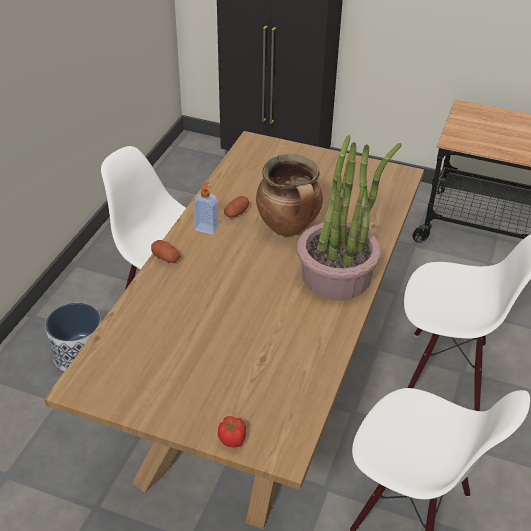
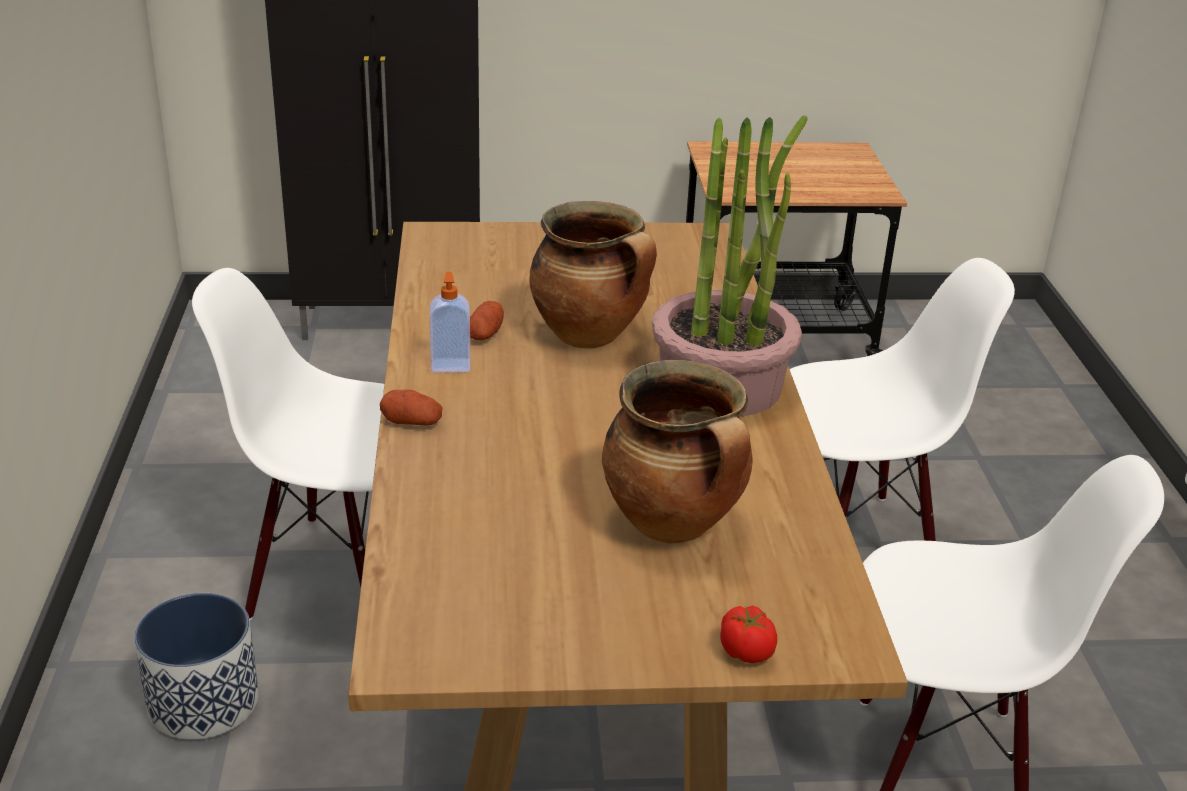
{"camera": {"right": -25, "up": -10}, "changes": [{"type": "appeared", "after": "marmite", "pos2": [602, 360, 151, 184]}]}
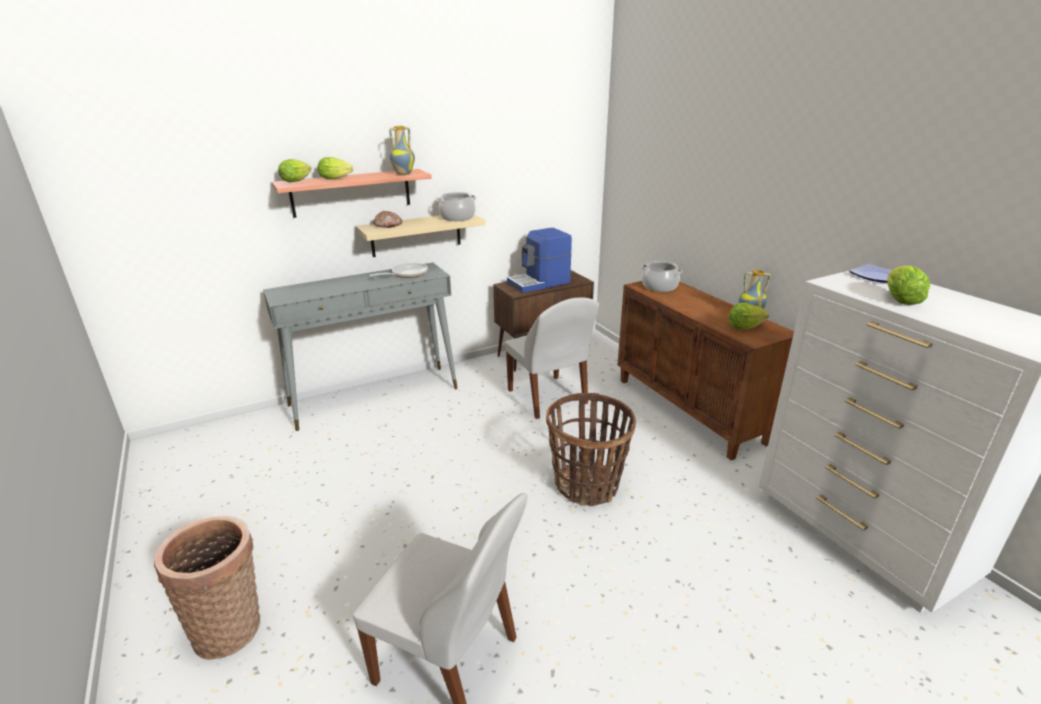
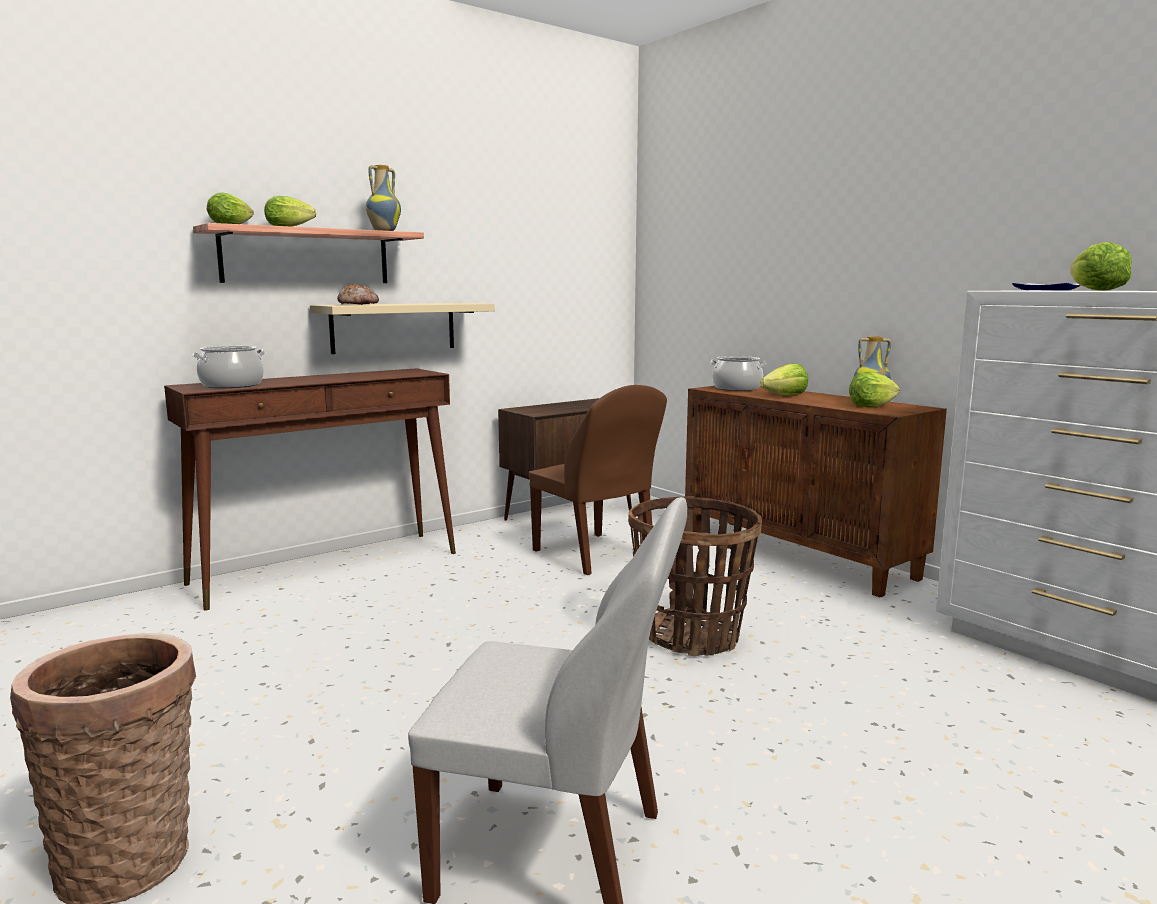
{"camera": {"right": -10, "up": -15}, "changes": [{"type": "relocated", "before": "marmite", "pos1": [437, 192, 39, 29], "pos2": [192, 346, 73, 42]}, {"type": "missing", "before": "machine à café", "pos1": [507, 228, 65, 65]}, {"type": "colour", "before": "table console [gris]", "after": "table console [marron]", "pos1": [263, 262, 195, 169], "pos2": [164, 368, 292, 243]}, {"type": "missing", "before": "poêle", "pos1": [369, 263, 59, 15]}, {"type": "colour", "before": "chaise [blanc]", "after": "chaise [marron]", "pos1": [505, 298, 94, 121], "pos2": [529, 385, 138, 190]}, {"type": "appeared", "after": "laitue", "pos2": [761, 364, 47, 32]}]}
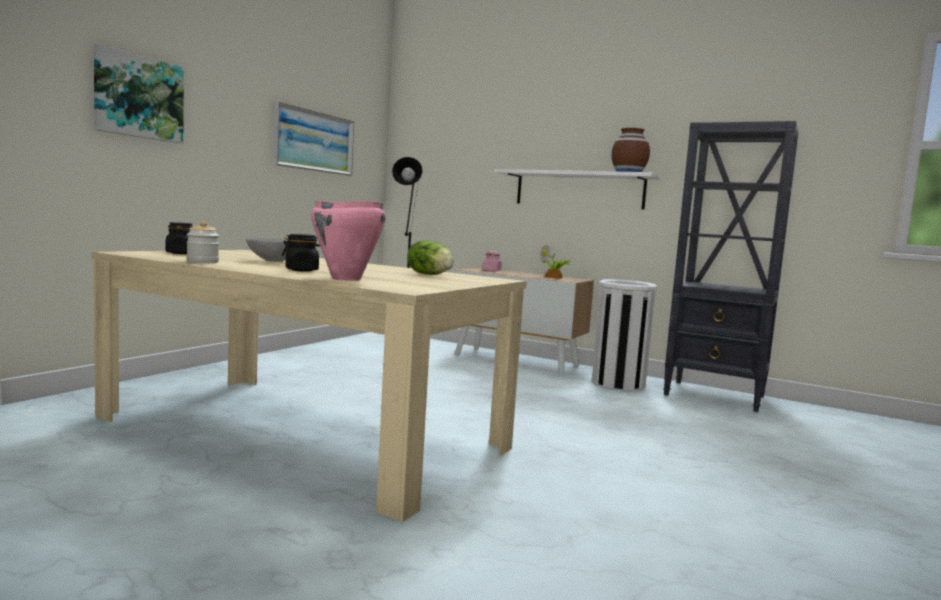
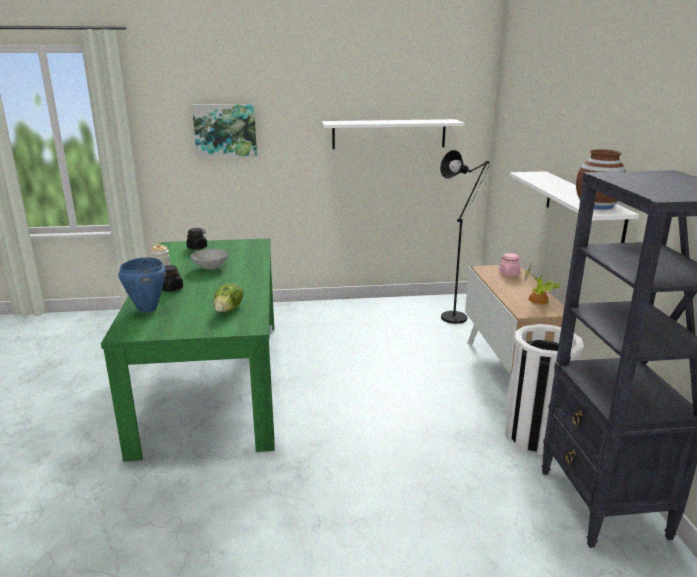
{"camera": {"right": 55, "up": 15}, "changes": [{"type": "exchanged", "before": "tableau", "after": "étagère [blanc]", "pos1": [273, 102, 81, 74], "pos2": [322, 119, 143, 30]}, {"type": "colour", "before": "marmite [rose]", "after": "marmite [bleu]", "pos1": [311, 201, 75, 80], "pos2": [118, 257, 48, 56]}, {"type": "colour", "before": "table à manger [beige]", "after": "table à manger [vert]", "pos1": [91, 250, 436, 272], "pos2": [101, 238, 173, 224]}]}
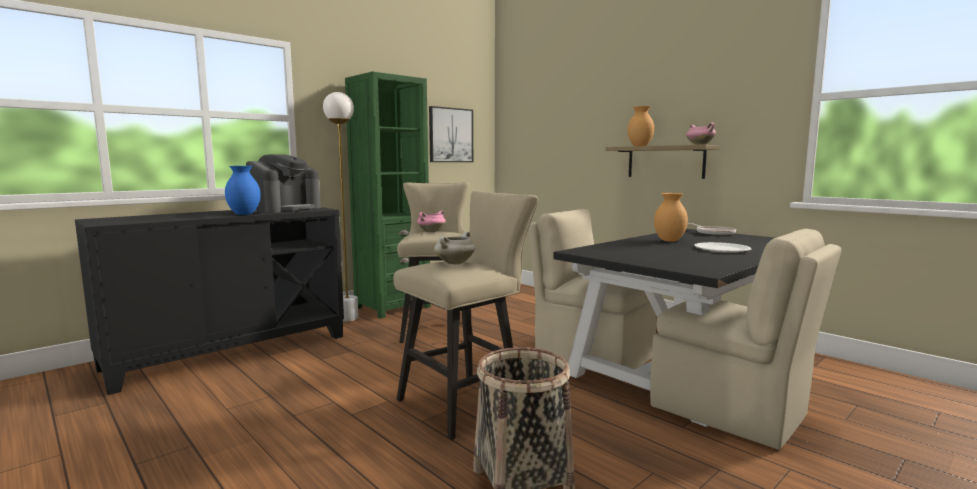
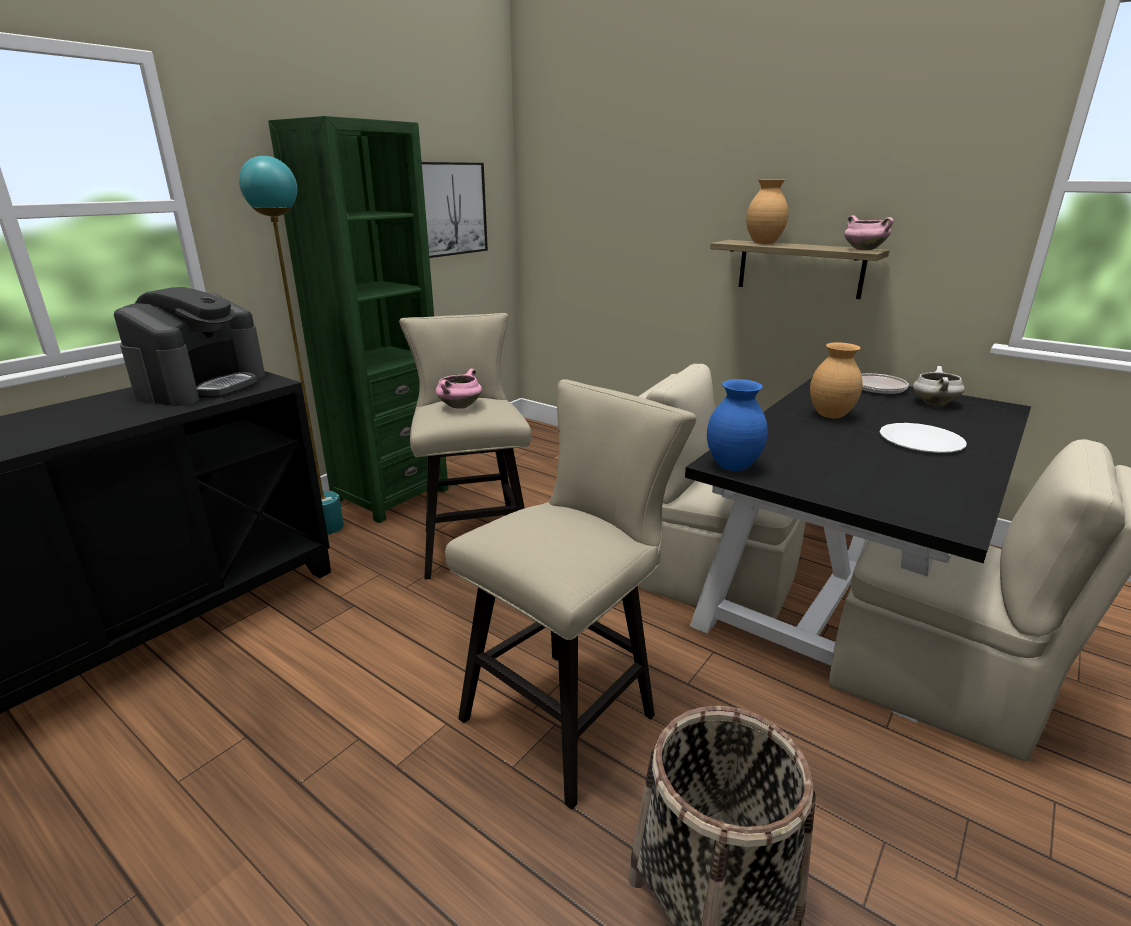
{"camera": {"right": -10, "up": 15}, "changes": [{"type": "colour", "before": "lampadaire [blanc]", "after": "lampadaire [turquoise]", "pos1": [323, 92, 35, 230], "pos2": [239, 156, 105, 379]}, {"type": "relocated", "before": "vase [bleu]", "pos1": [225, 166, 36, 49], "pos2": [707, 379, 61, 92]}, {"type": "relocated", "before": "marmite [blanc]", "pos1": [434, 232, 41, 32], "pos2": [913, 366, 52, 39]}]}
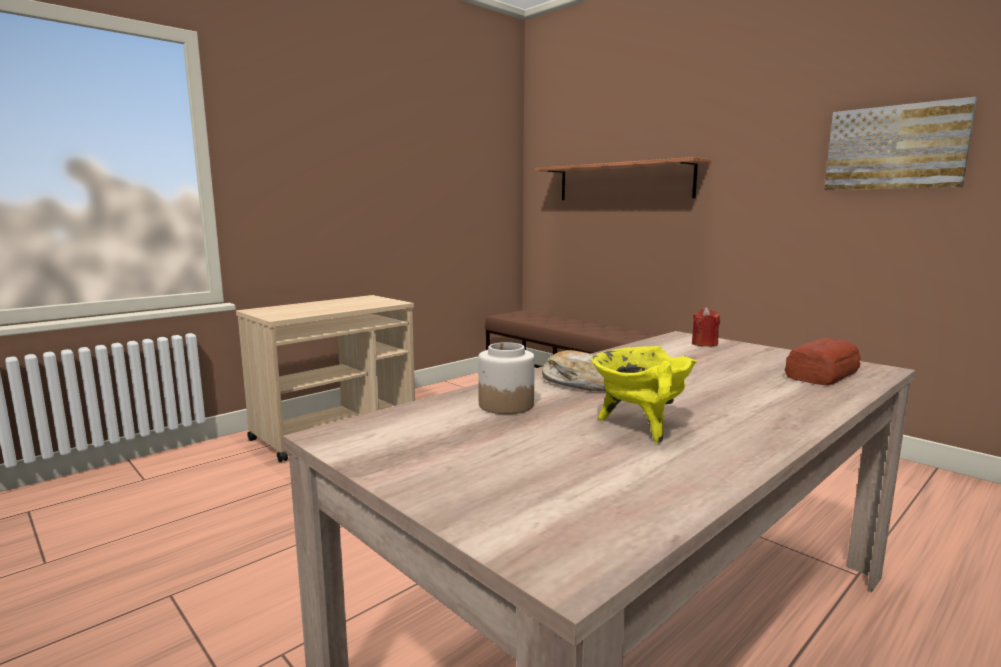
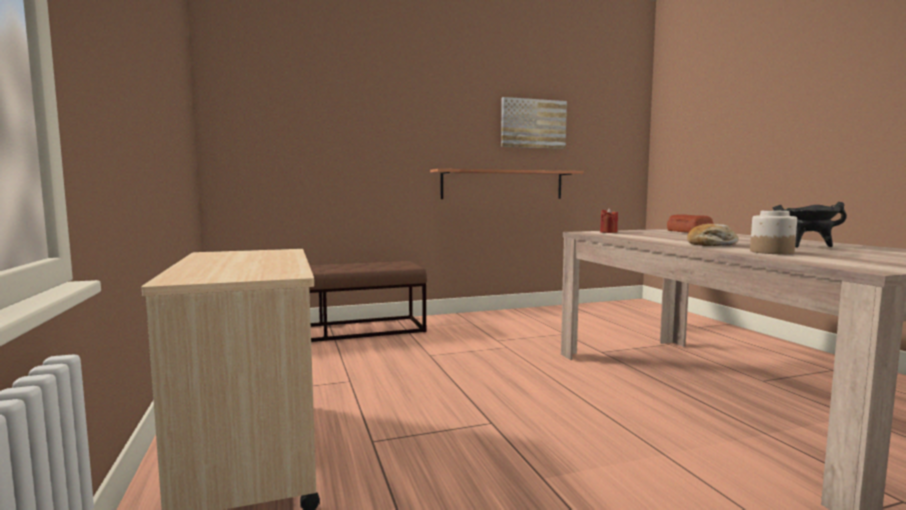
{"camera": {"right": -65, "up": -5}, "changes": [{"type": "relocated", "before": "étagère", "pos1": [535, 157, 176, 43], "pos2": [430, 169, 154, 30]}, {"type": "colour", "before": "marmite [jaune]", "after": "marmite [noir]", "pos1": [591, 346, 106, 98], "pos2": [773, 202, 74, 46]}]}
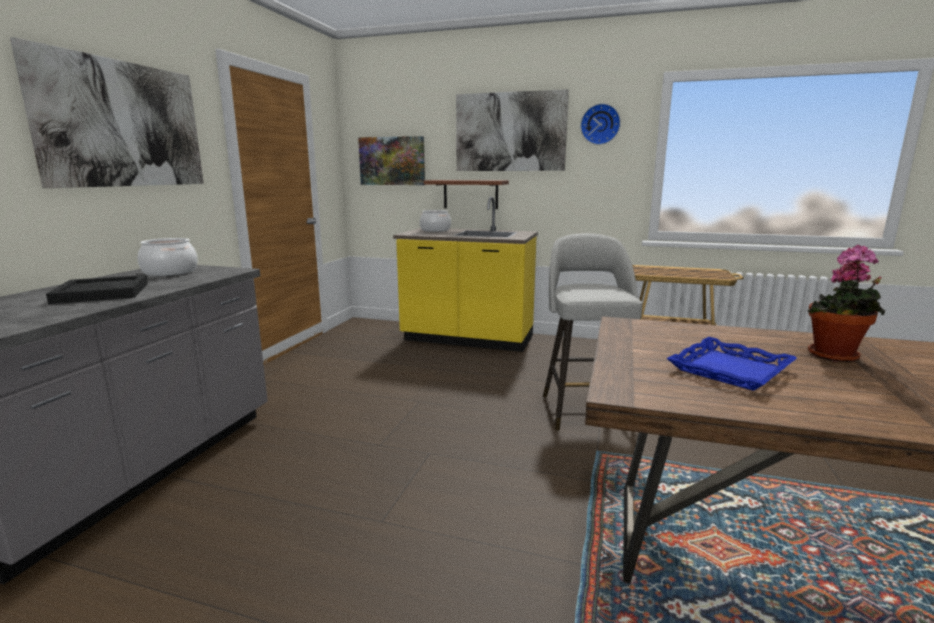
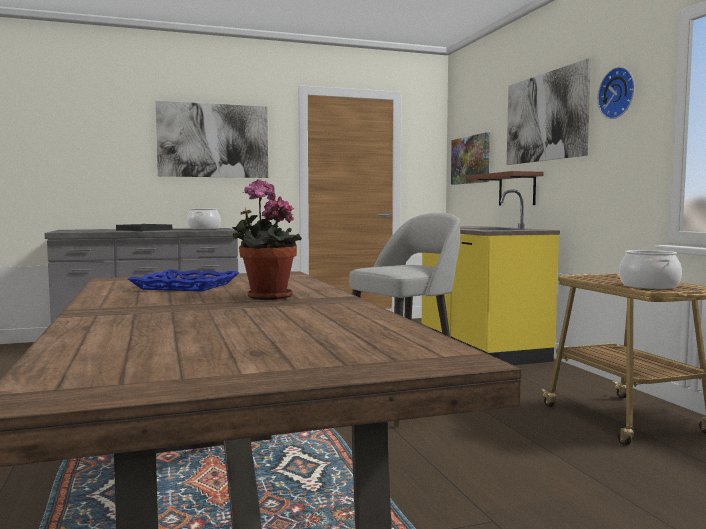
{"camera": {"right": 55, "up": -10}, "changes": [{"type": "relocated", "before": "marmite", "pos1": [420, 210, 31, 22], "pos2": [619, 250, 63, 39]}]}
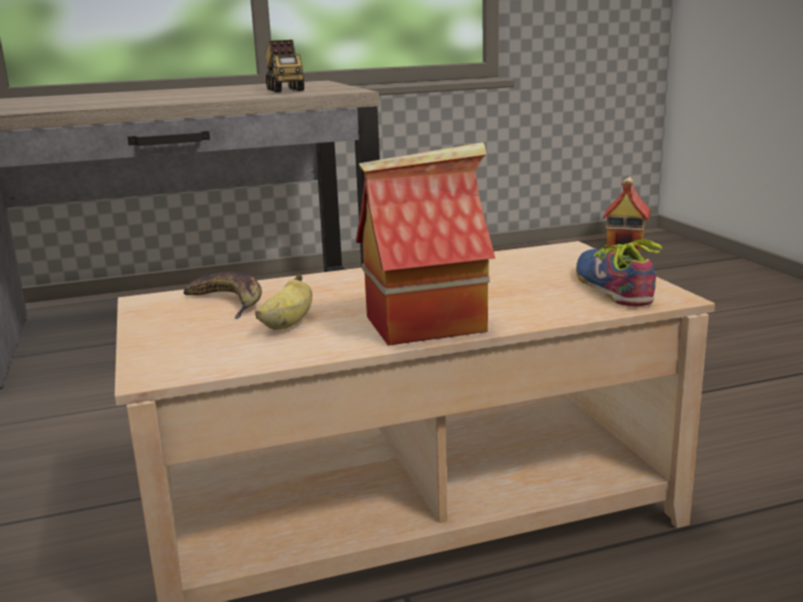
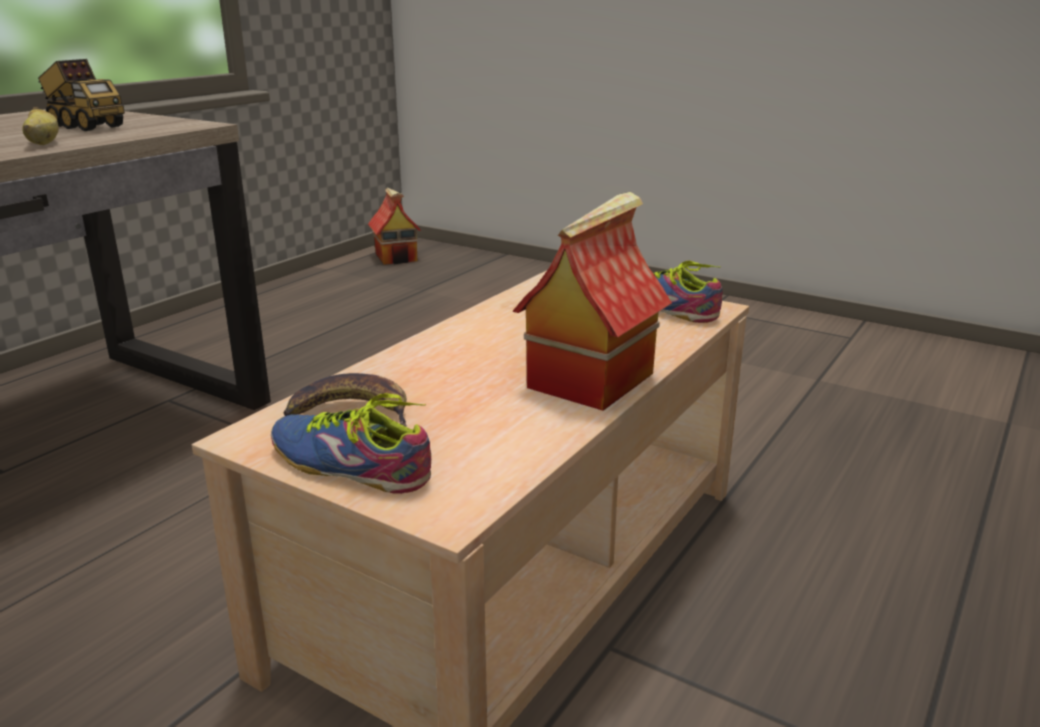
{"camera": {"right": -40, "up": 5}, "changes": [{"type": "relocated", "before": "banane", "pos1": [255, 274, 57, 56], "pos2": [23, 107, 36, 38]}, {"type": "appeared", "after": "chaussure", "pos2": [271, 393, 160, 101]}]}
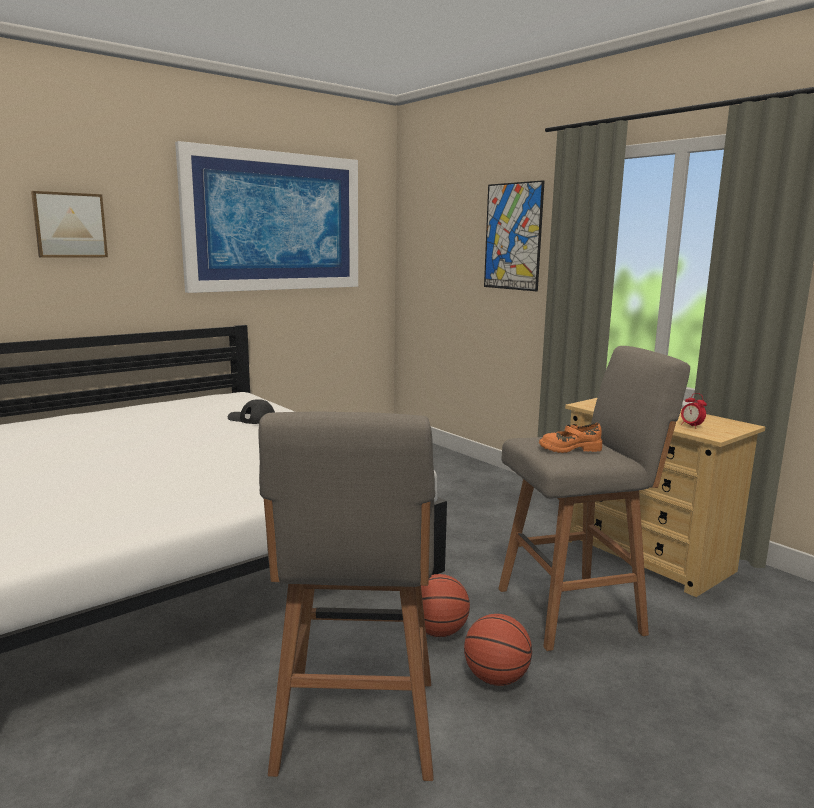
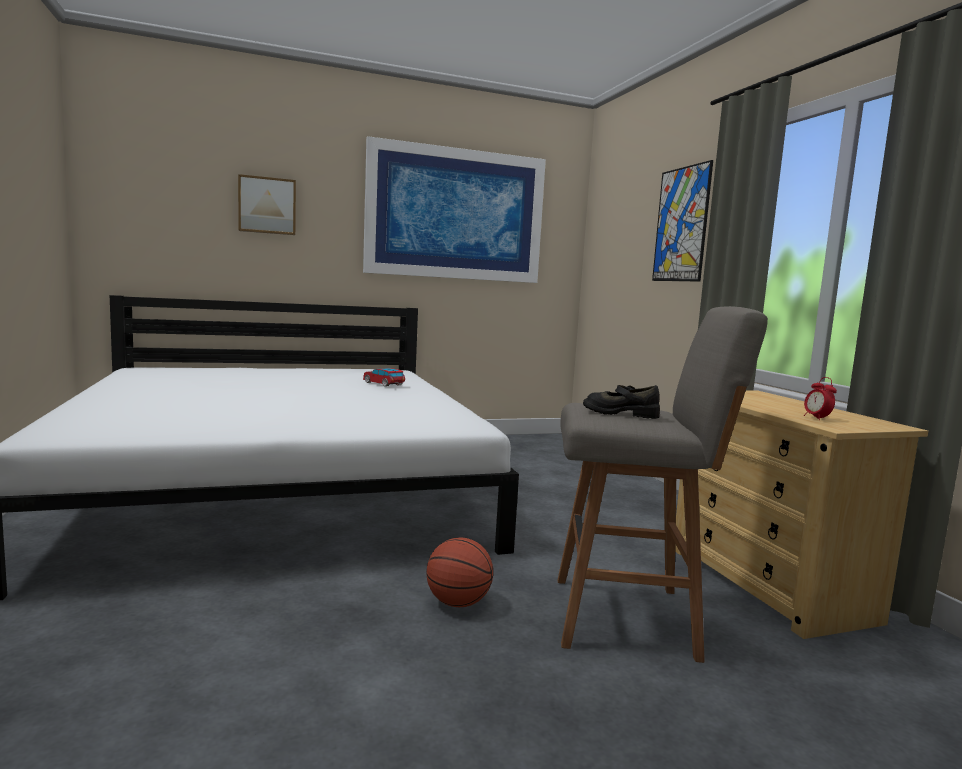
{"camera": {"right": 20, "up": -5}, "changes": [{"type": "exchanged", "before": "casquette [noir]", "after": "petite voiture", "pos1": [228, 399, 47, 25], "pos2": [363, 368, 42, 19]}, {"type": "missing", "before": "tabouret [gris]", "pos1": [259, 412, 176, 369]}, {"type": "colour", "before": "chaussure [orange]", "after": "chaussure [noir]", "pos1": [539, 423, 63, 30], "pos2": [583, 385, 77, 34]}, {"type": "missing", "before": "ballon de basket", "pos1": [464, 614, 68, 72]}]}
